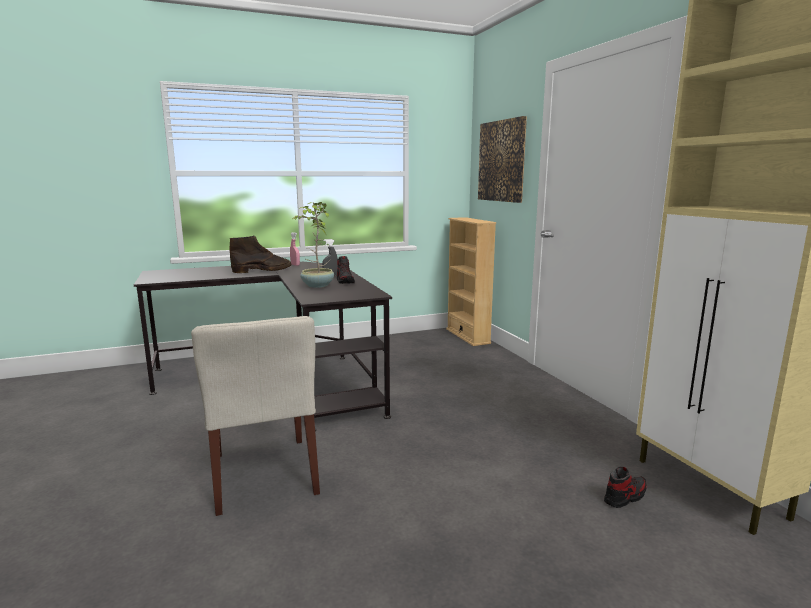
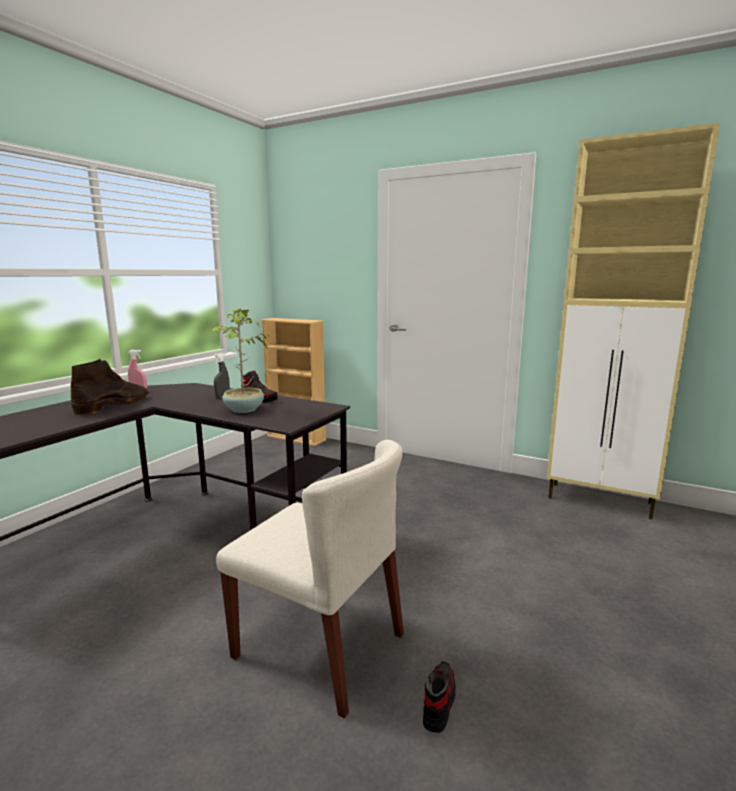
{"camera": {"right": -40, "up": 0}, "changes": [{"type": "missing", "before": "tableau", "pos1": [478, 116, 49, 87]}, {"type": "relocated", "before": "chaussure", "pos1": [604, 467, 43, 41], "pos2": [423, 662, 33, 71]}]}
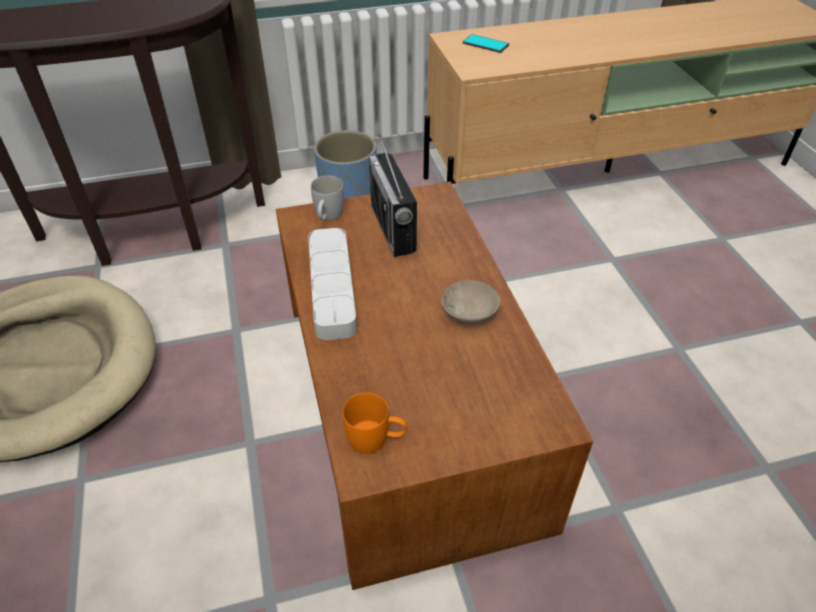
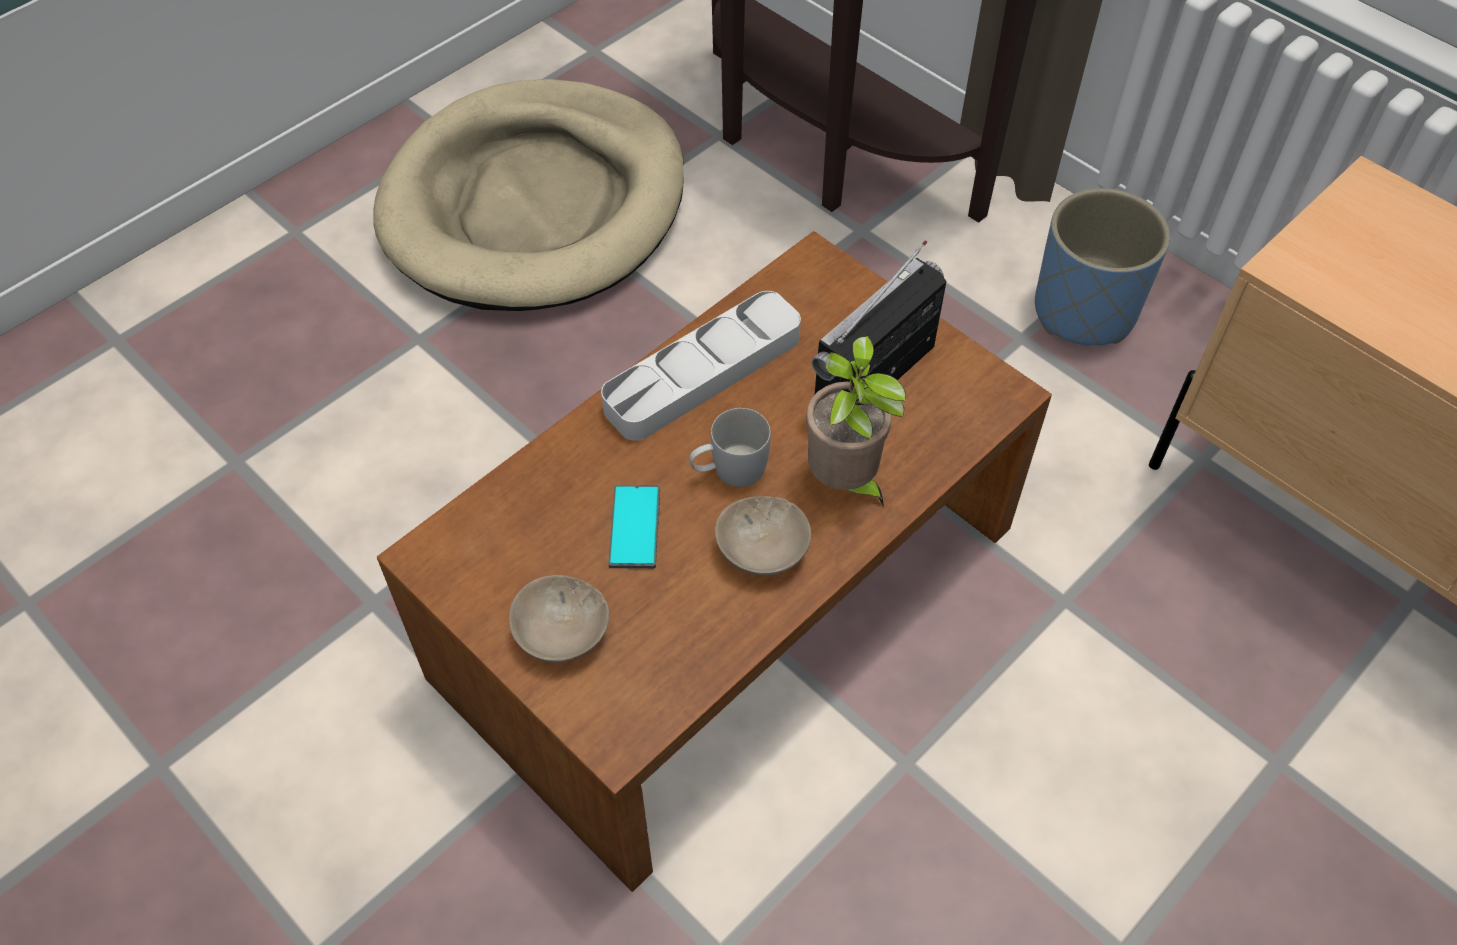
{"camera": {"right": 60, "up": 10}, "changes": [{"type": "relocated", "before": "téléphone", "pos1": [463, 34, 46, 19], "pos2": [608, 485, 52, 84]}, {"type": "relocated", "before": "mug [blanc]", "pos1": [311, 176, 33, 44], "pos2": [689, 408, 82, 79]}, {"type": "missing", "before": "mug [orange]", "pos1": [343, 393, 64, 61]}, {"type": "appeared", "after": "plante en pot", "pos2": [806, 336, 100, 171]}, {"type": "appeared", "after": "bol [beige]", "pos2": [509, 575, 100, 88]}]}
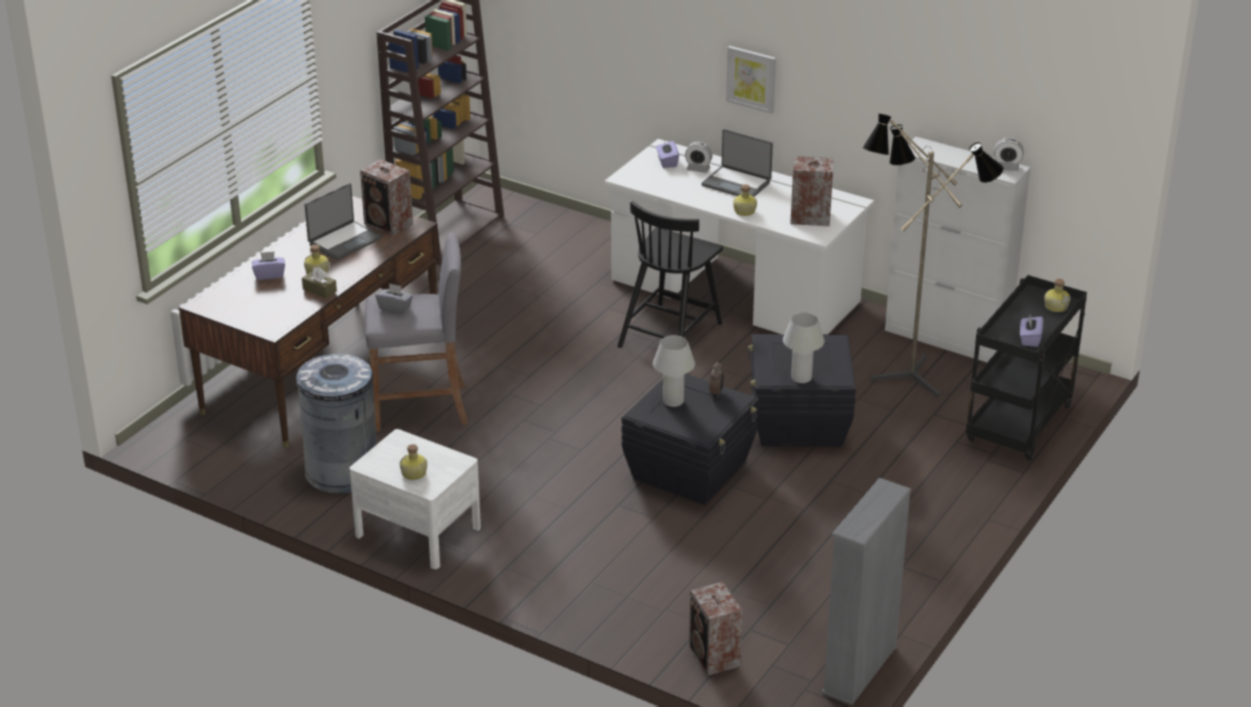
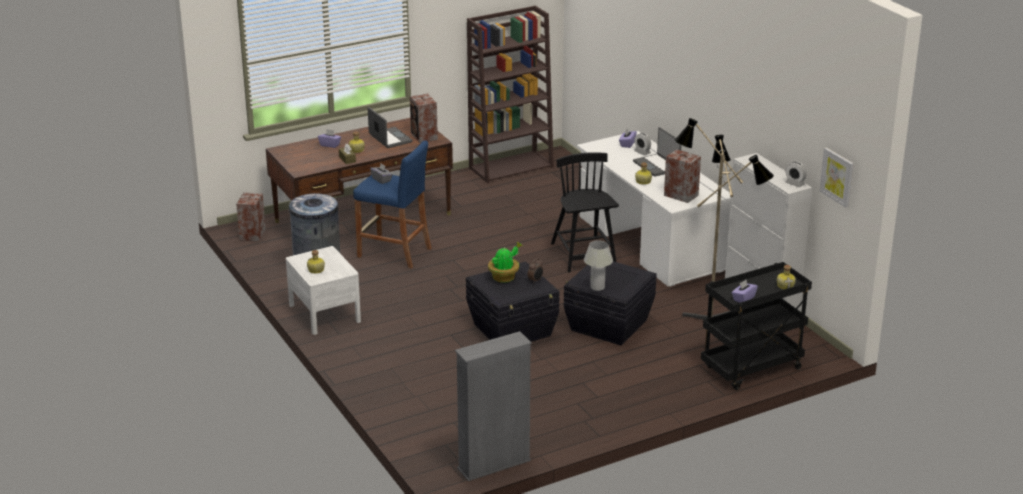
{"camera": {"right": 30, "up": -5}, "changes": [{"type": "relocated", "before": "tableau", "pos1": [726, 46, 50, 68], "pos2": [820, 148, 34, 60]}, {"type": "spun", "before": "ordinateur portable", "pos1": [304, 183, 78, 77], "pos2": [368, 107, 45, 41], "turn": -105}, {"type": "spun", "before": "chaise [noir]", "pos1": [618, 201, 105, 147], "pos2": [551, 152, 68, 121], "turn": 105}, {"type": "colour", "before": "tabouret [gris]", "after": "tabouret [bleu]", "pos1": [365, 233, 103, 199], "pos2": [353, 141, 79, 128]}, {"type": "exchanged", "before": "lampe de table [blanc]", "after": "plante en pot", "pos1": [653, 335, 42, 72], "pos2": [488, 242, 35, 41]}, {"type": "relocated", "before": "enceinte", "pos1": [689, 582, 54, 94], "pos2": [236, 192, 30, 49]}]}
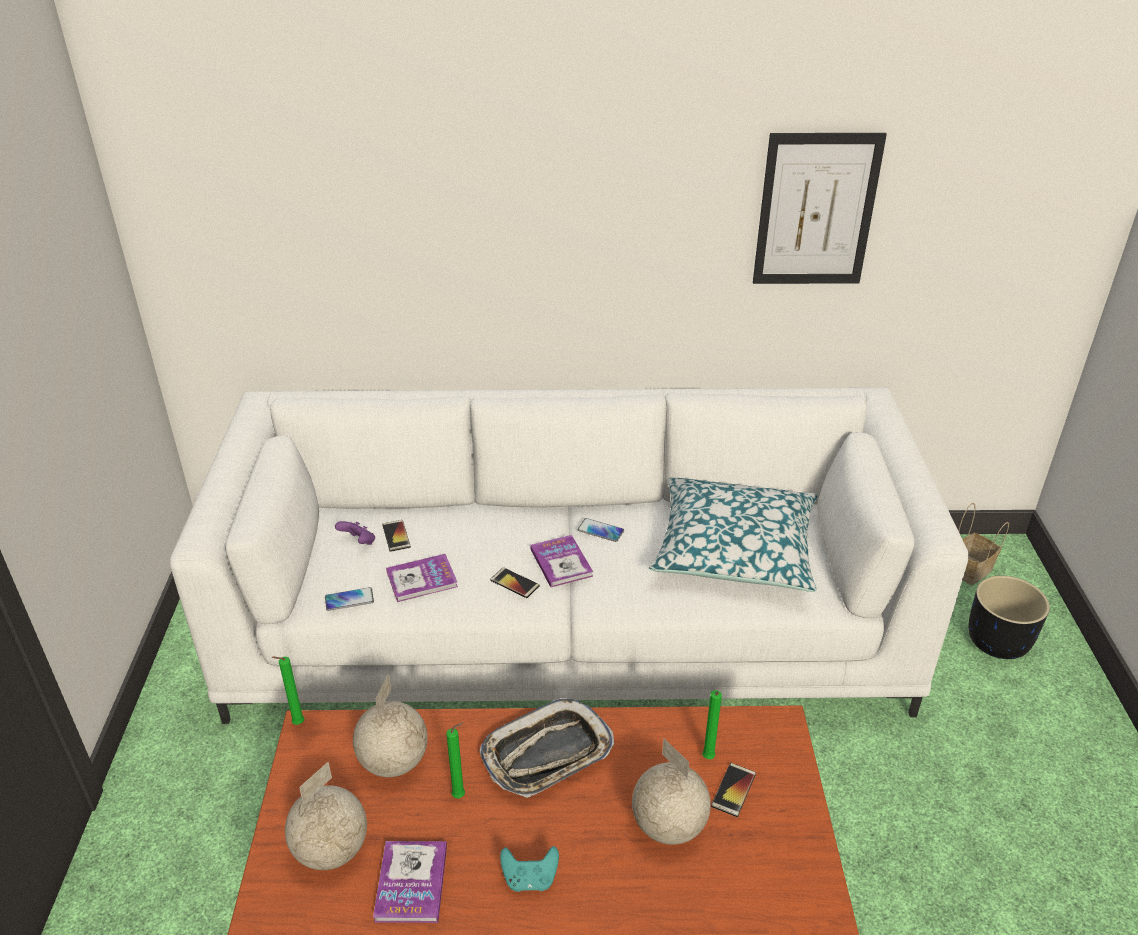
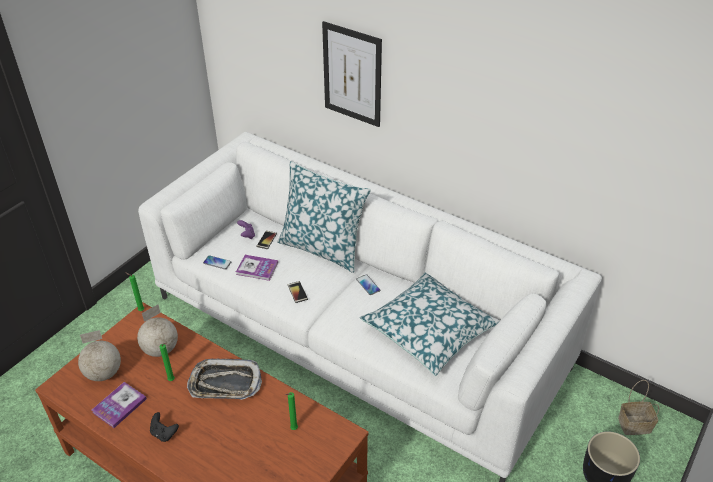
{"camera": {"right": 35, "up": 5}, "changes": [{"type": "relocated", "before": "tableau", "pos1": [753, 133, 134, 151], "pos2": [322, 21, 60, 106]}, {"type": "missing", "before": "livre", "pos1": [530, 535, 63, 52]}, {"type": "missing", "before": "globe", "pos1": [632, 738, 79, 107]}, {"type": "missing", "before": "téléphone", "pos1": [711, 763, 45, 54]}, {"type": "colour", "before": "manette [turquoise]", "after": "manette [noir]", "pos1": [500, 846, 59, 46], "pos2": [150, 412, 29, 30]}, {"type": "appeared", "after": "coussin", "pos2": [277, 161, 94, 112]}]}
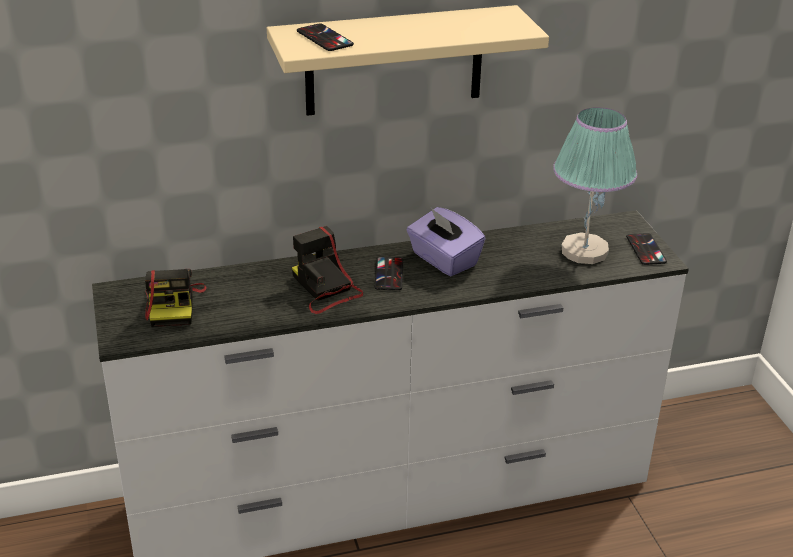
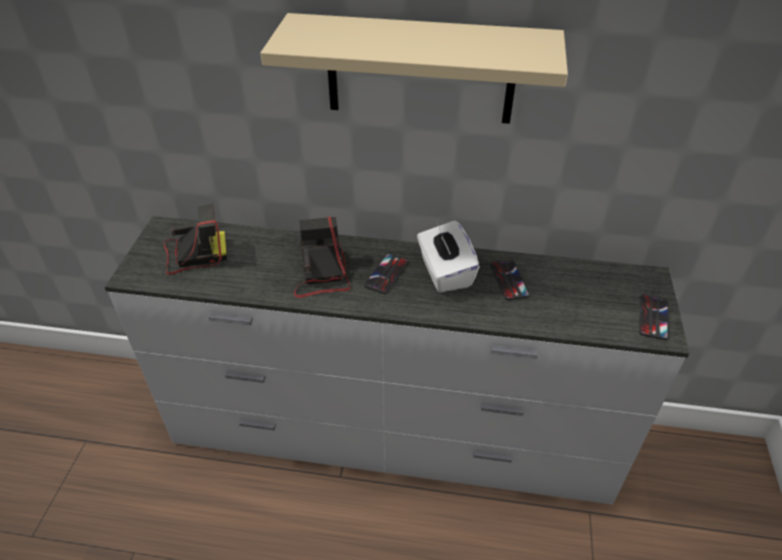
{"camera": {"right": 25, "up": 10}, "changes": [{"type": "relocated", "before": "téléphone", "pos1": [297, 23, 57, 28], "pos2": [490, 260, 40, 40]}, {"type": "missing", "before": "lampe de table", "pos1": [553, 107, 84, 157]}, {"type": "colour", "before": "boîte à mouchoirs [violet]", "after": "boîte à mouchoirs [blanc]", "pos1": [407, 207, 79, 69], "pos2": [417, 220, 62, 73]}, {"type": "spun", "before": "appareil photo", "pos1": [145, 269, 62, 58], "pos2": [163, 204, 64, 71], "turn": -120}]}
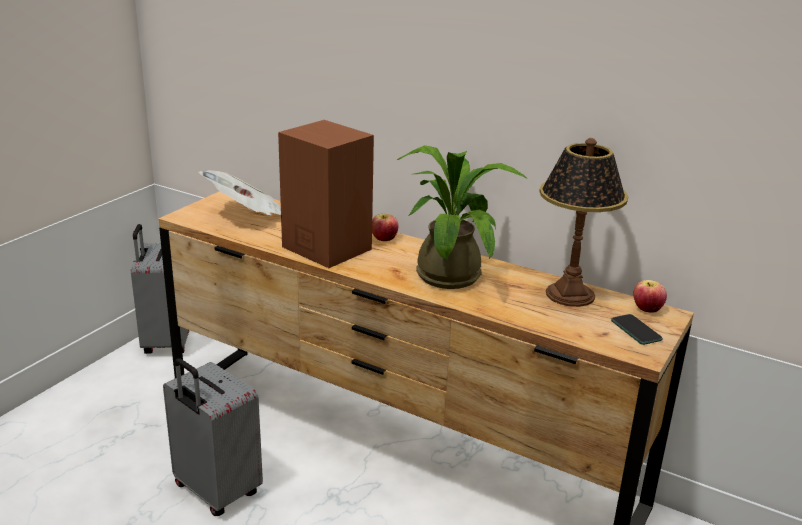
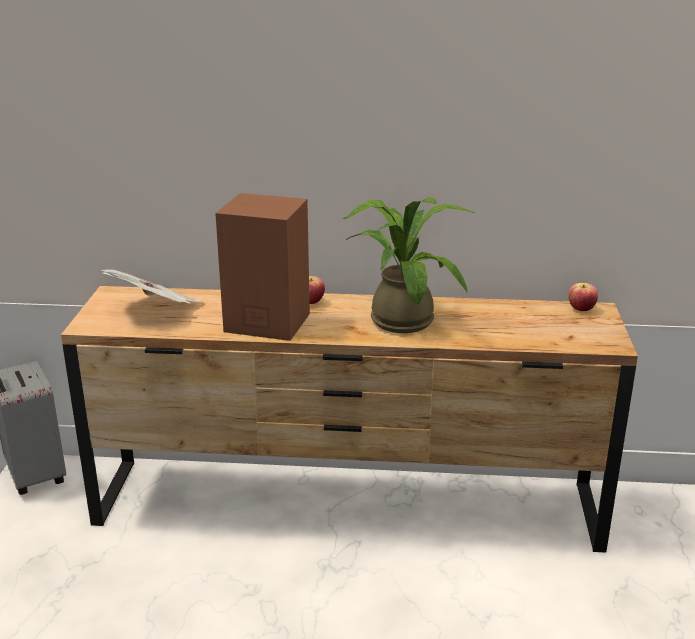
{"camera": {"right": -25, "up": 0}, "changes": [{"type": "missing", "before": "lampe de table", "pos1": [539, 138, 89, 169]}, {"type": "missing", "before": "téléphone", "pos1": [611, 314, 52, 31]}, {"type": "missing", "before": "valise [gris]", "pos1": [163, 358, 100, 158]}]}
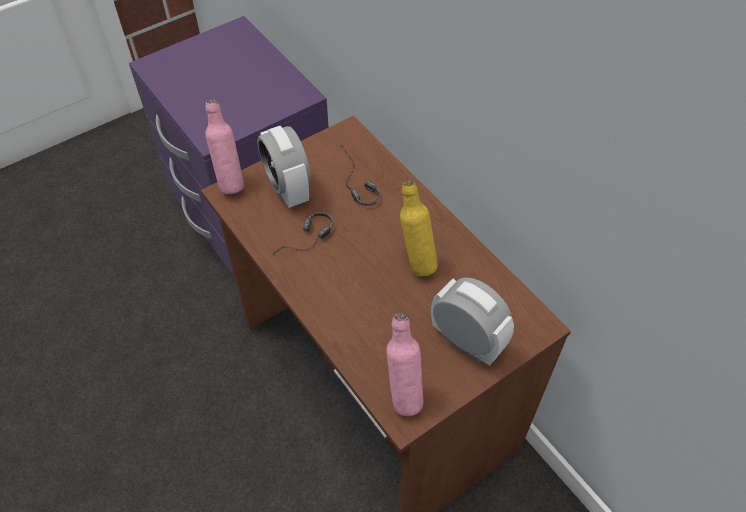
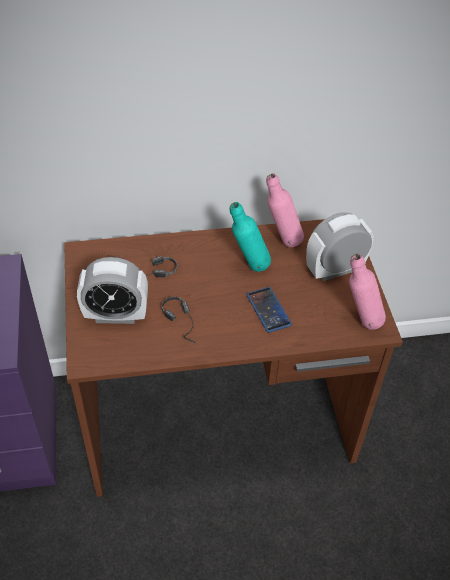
{"camera": {"right": -65, "up": -5}, "changes": [{"type": "relocated", "before": "bouteille [rose]", "pos1": [205, 99, 39, 95], "pos2": [266, 173, 38, 74]}, {"type": "colour", "before": "bouteille [jaune]", "after": "bouteille [turquoise]", "pos1": [400, 181, 38, 96], "pos2": [230, 202, 41, 70]}, {"type": "appeared", "after": "téléphone", "pos2": [246, 287, 46, 46]}]}
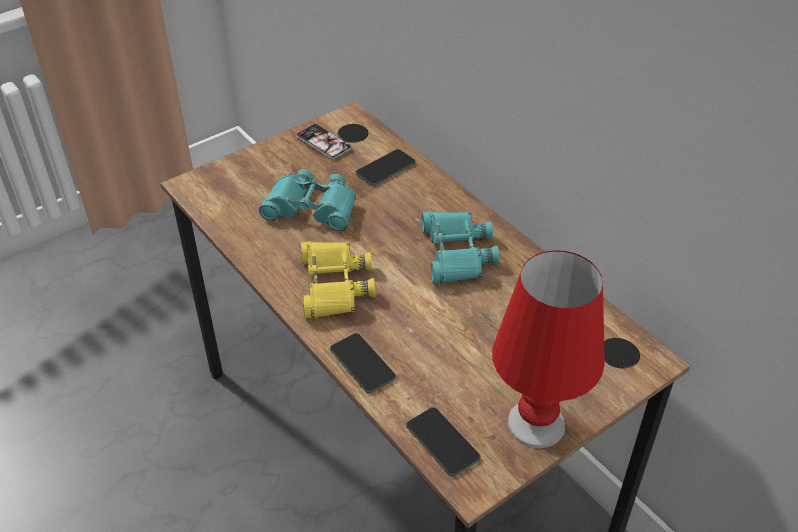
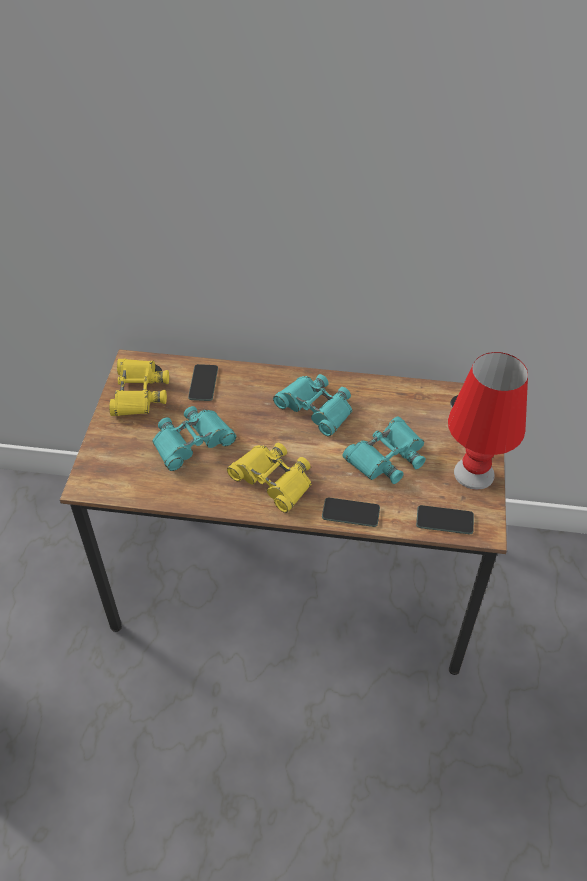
{"camera": {"right": -45, "up": 5}, "changes": [{"type": "exchanged", "before": "téléphone", "after": "jumelles [jaune]", "pos1": [296, 124, 56, 35], "pos2": [109, 358, 60, 58]}, {"type": "appeared", "after": "jumelles [turquoise]", "pos2": [343, 417, 83, 67]}]}
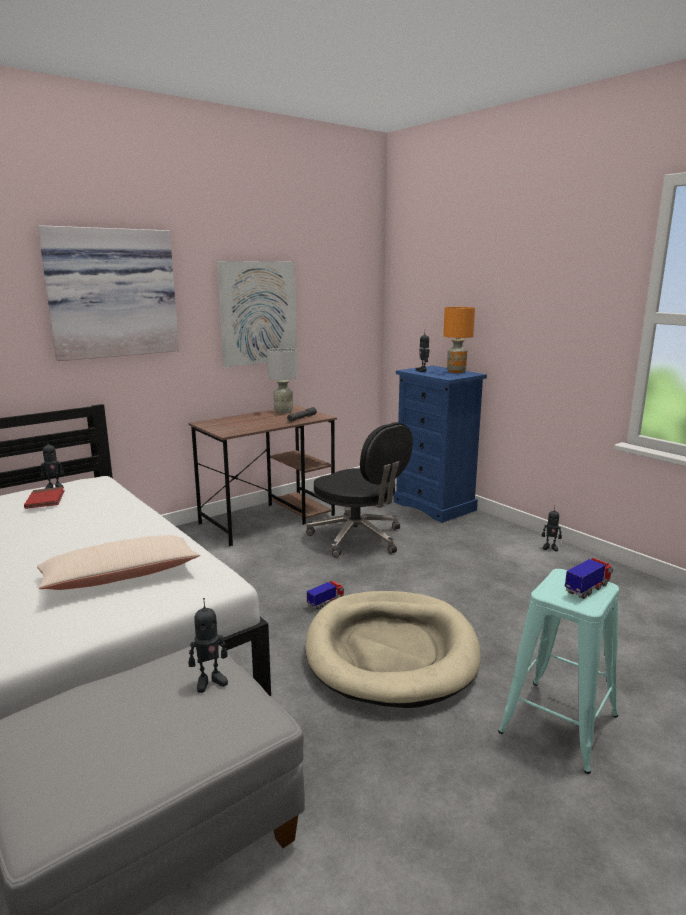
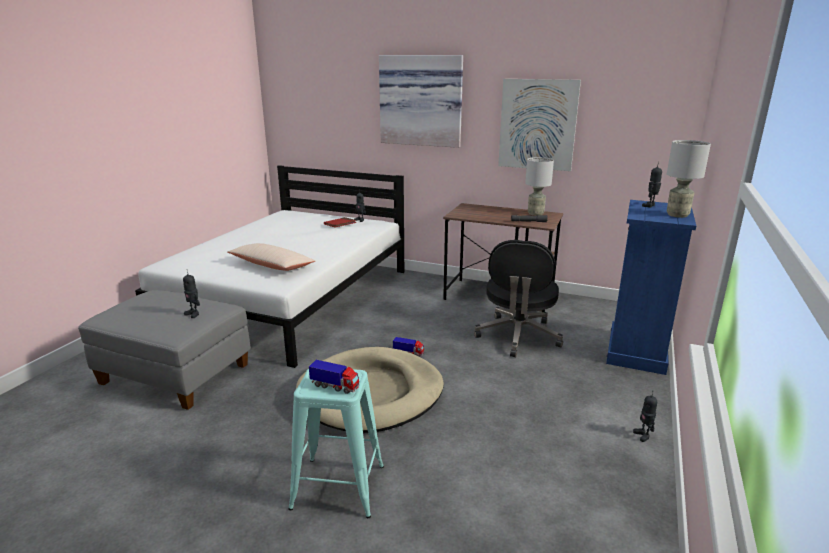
{"camera": {"right": 60, "up": 5}, "changes": [{"type": "colour", "before": "lampe de table [orange]", "after": "lampe de table [gris]", "pos1": [443, 307, 32, 66], "pos2": [667, 140, 44, 78]}]}
